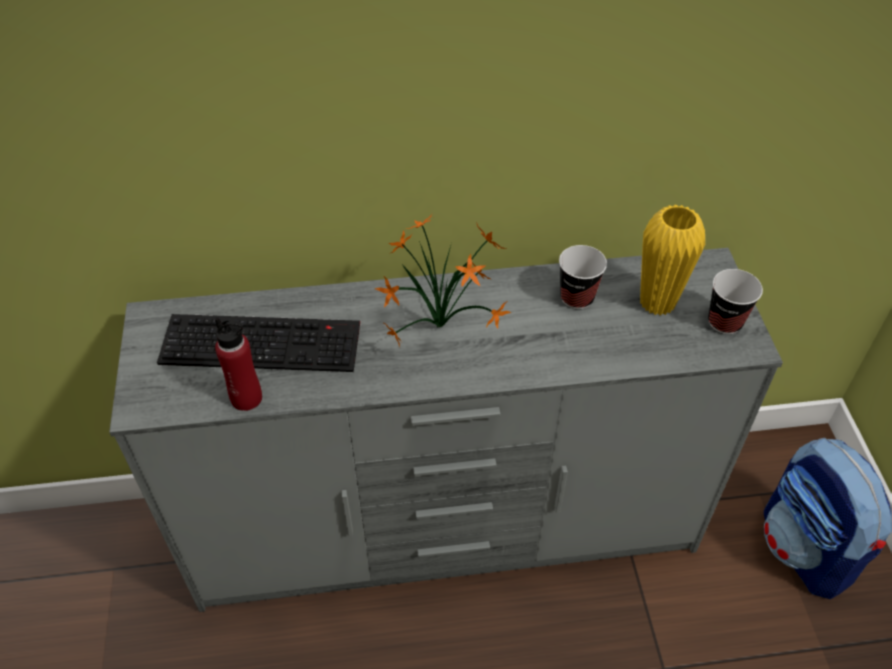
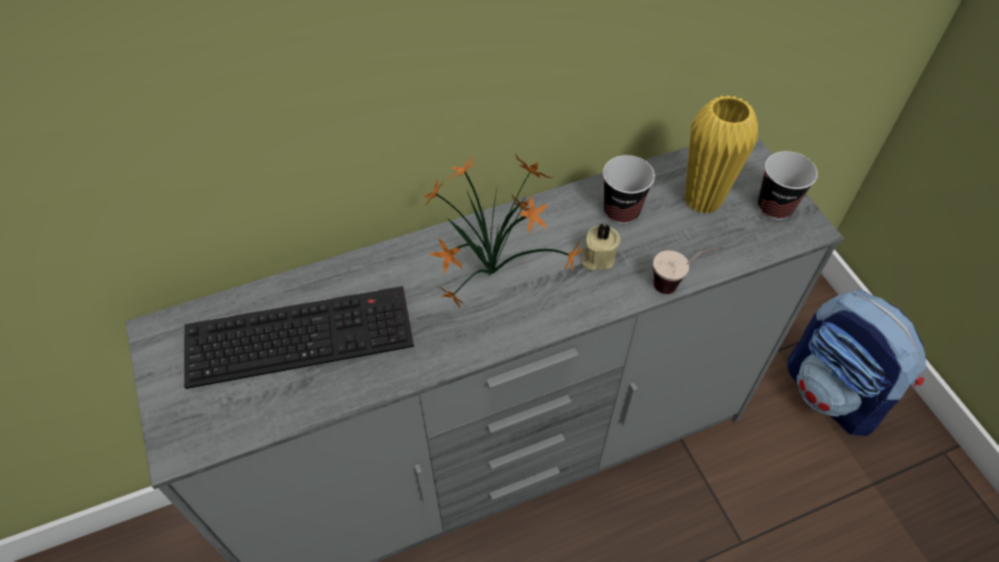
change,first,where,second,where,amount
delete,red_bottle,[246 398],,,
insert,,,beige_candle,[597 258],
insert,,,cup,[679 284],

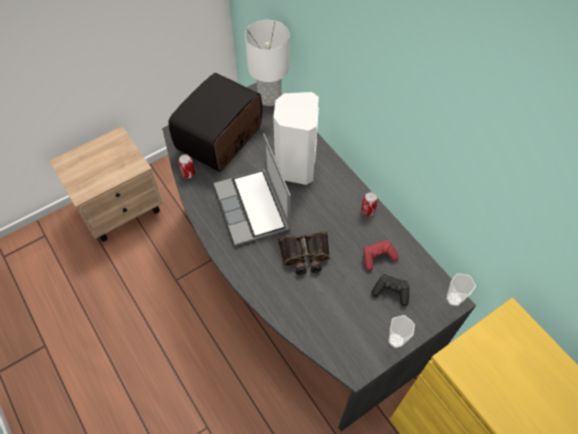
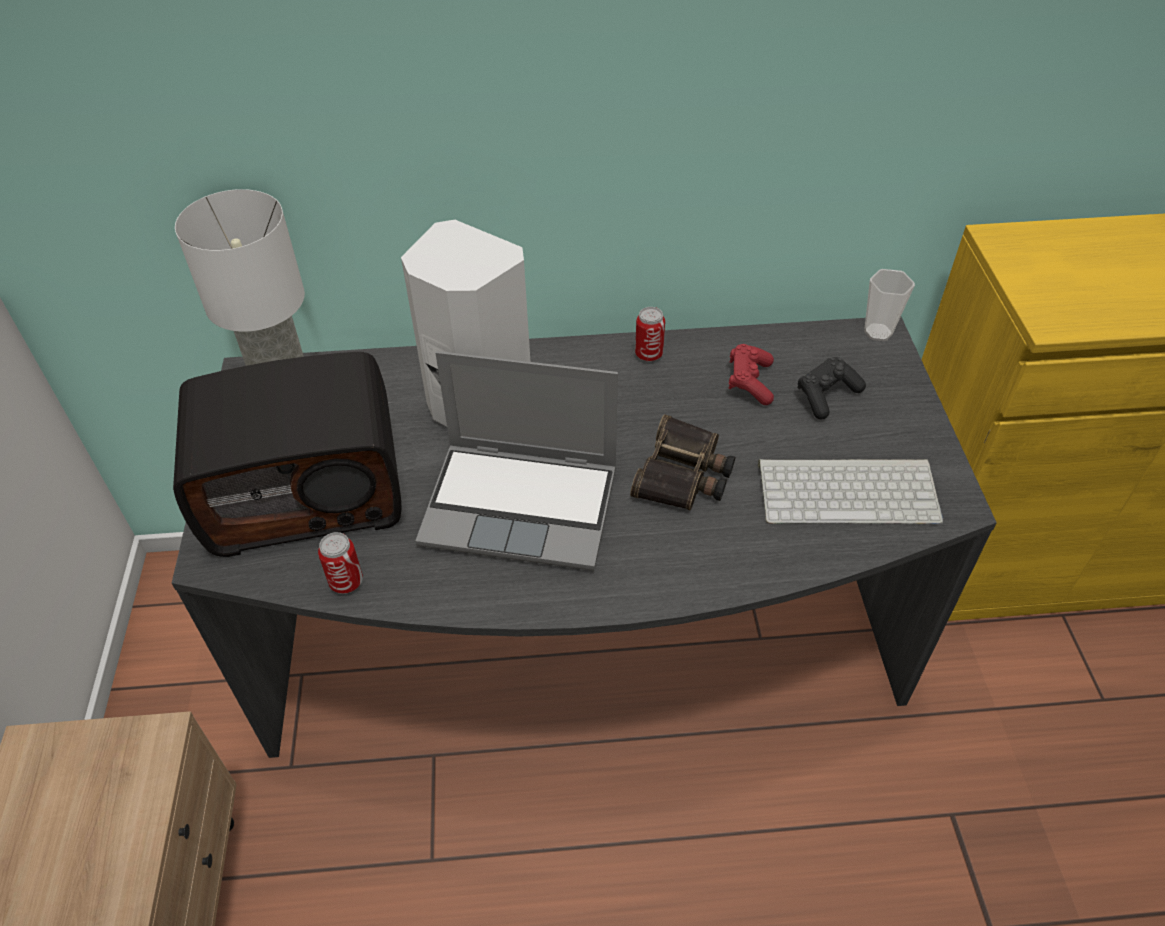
change,first,where,second,where,amount
rotate,radio,[221 139],,[306 489],75 degrees counterclockwise
delete,cup,[396 340],,,
insert,,,keyboard,[849 490],

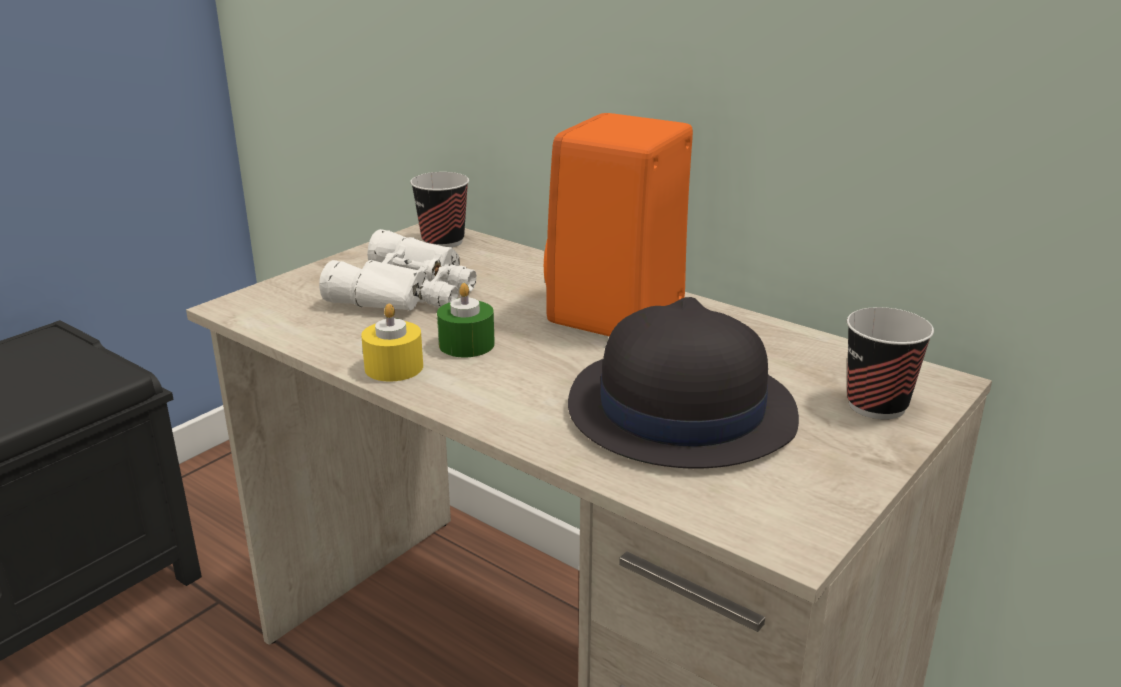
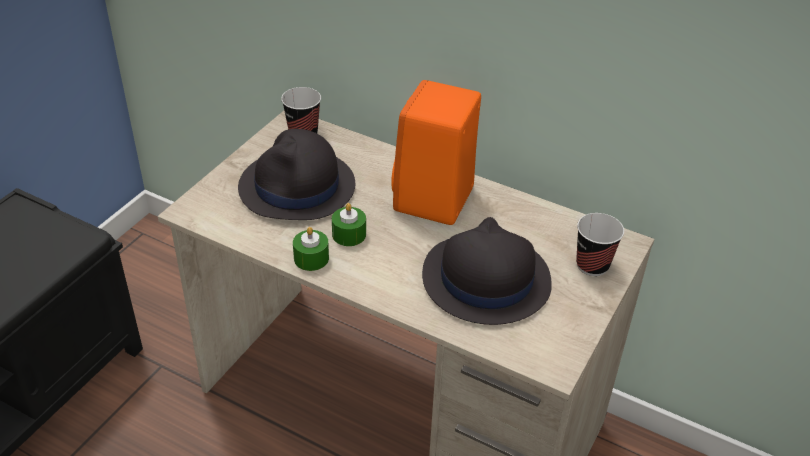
change,first,where,second,where,amount
replace,white_binoculars,[409 291],black_hat,[297 187],
recolor,yellow_candle,[394 367],green_candle,[311 258],

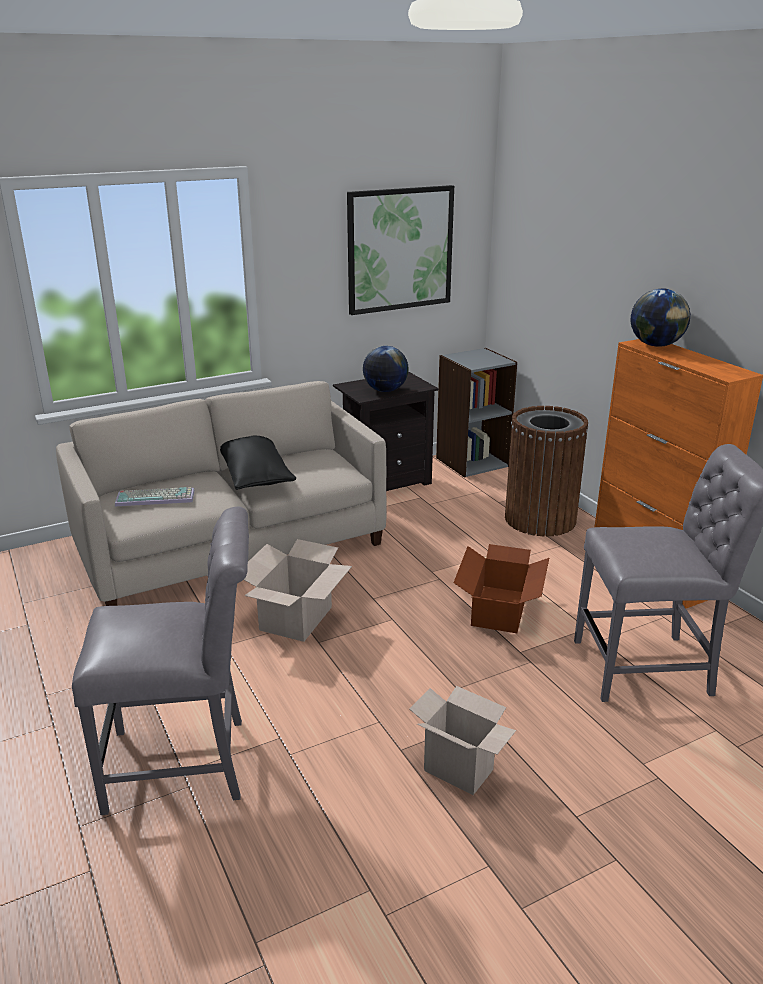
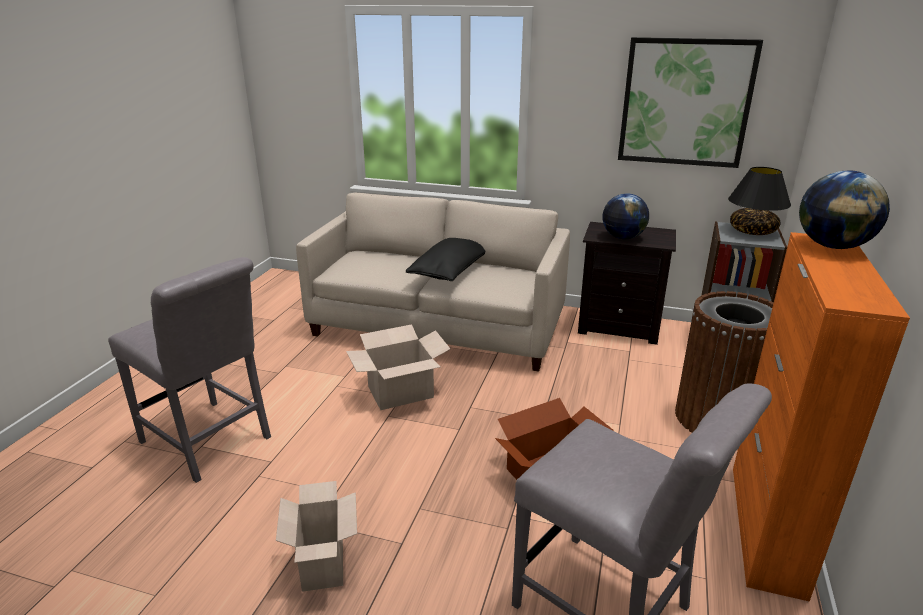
change,first,where,second,where,amount
delete,keyboard,[156 497],,,
insert,,,black_table_lamp,[753 231],

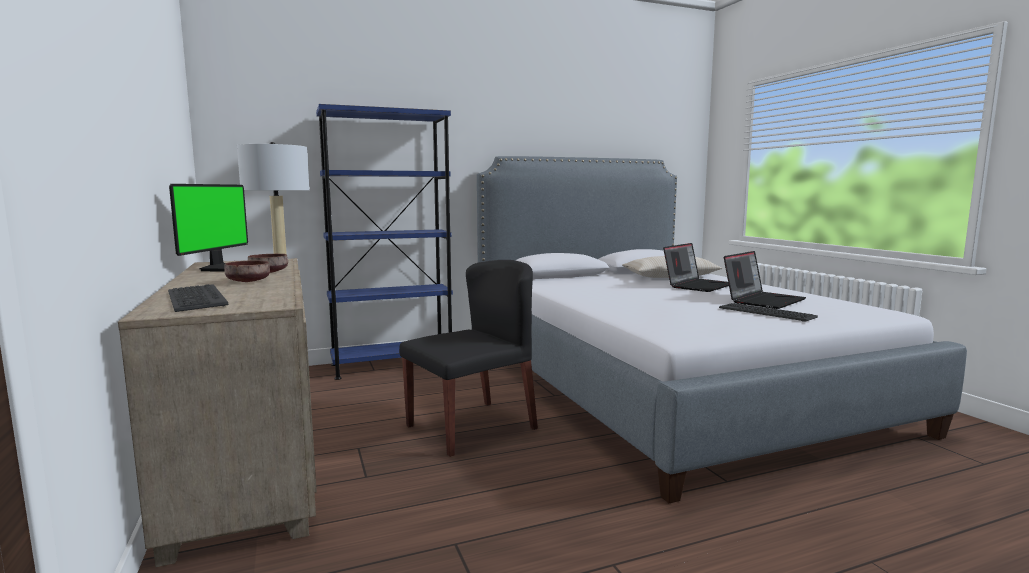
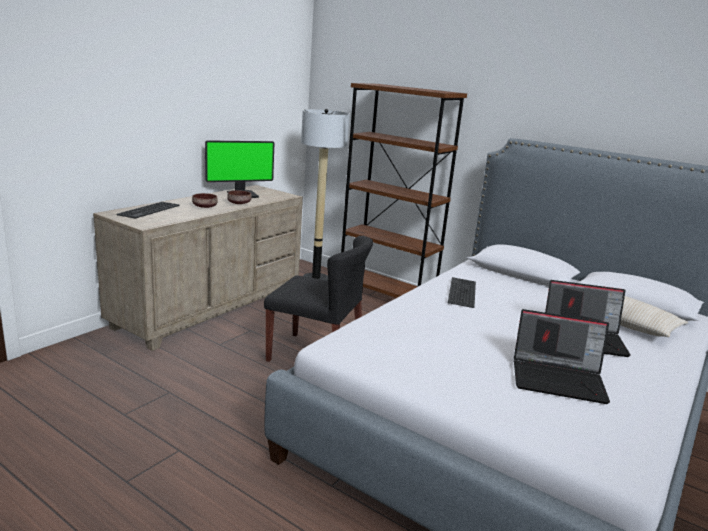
change,first,where,second,where,amount
recolor,blue_bookcase,[392 365],brown_bookcase,[386 297],
move,keyboard,[767 313],,[462 293],

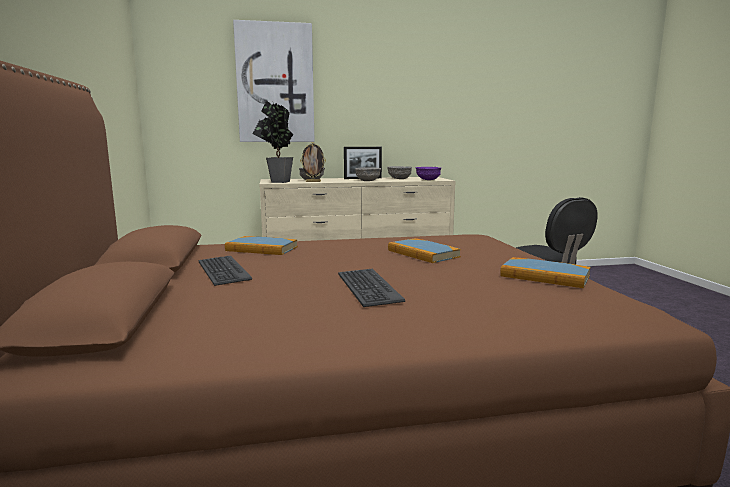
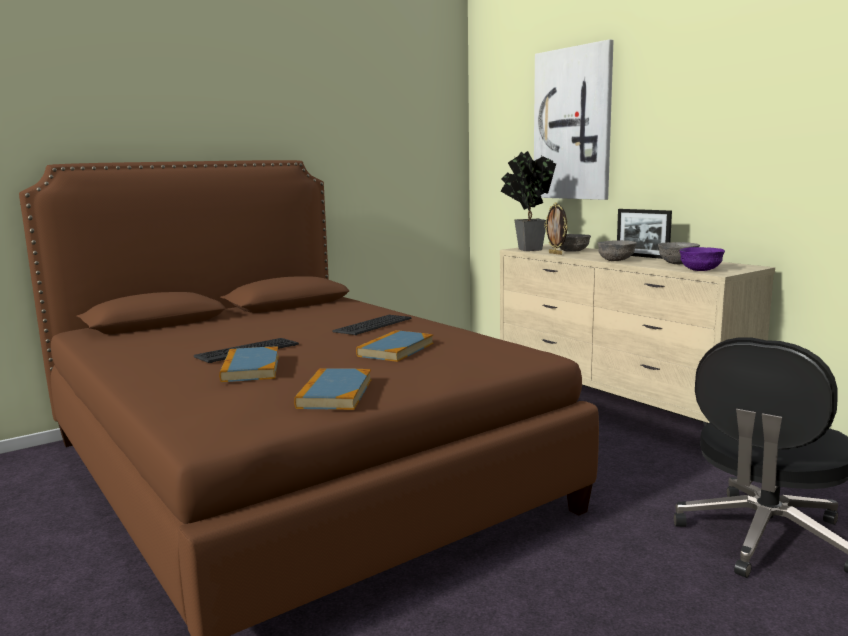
change,first,where,second,where,amount
move,book,[262 249],,[250 368],
move,keyboard,[222 270],,[372 325],

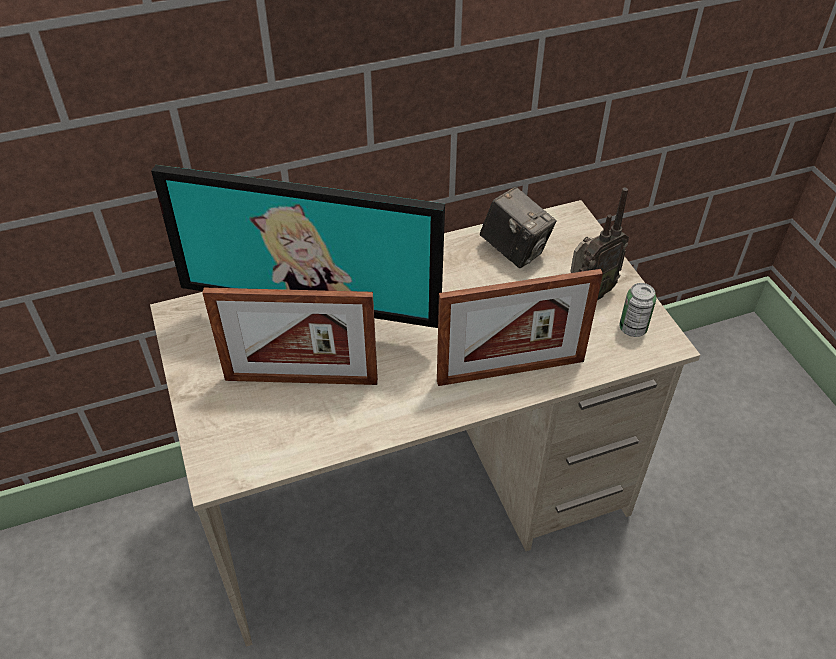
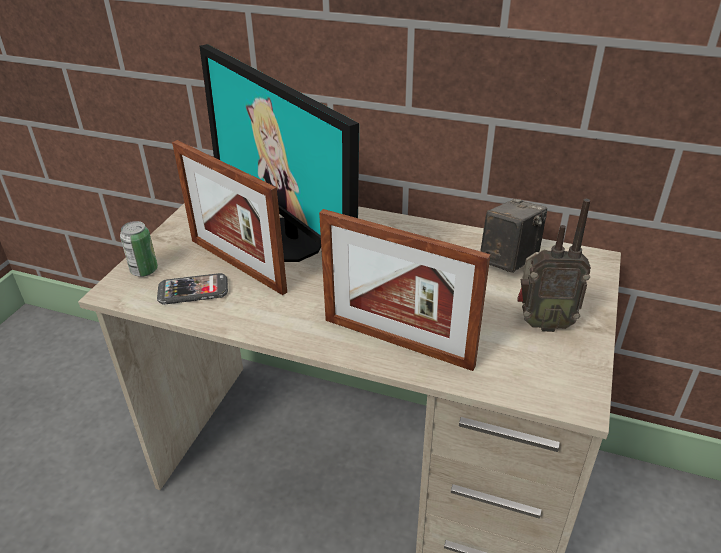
change,first,where,second,where,amount
rotate,photo_camera,[514 250],,[509 261],135 degrees counterclockwise
move,can,[632 328],,[144 270],
insert,,,phone,[193 291],

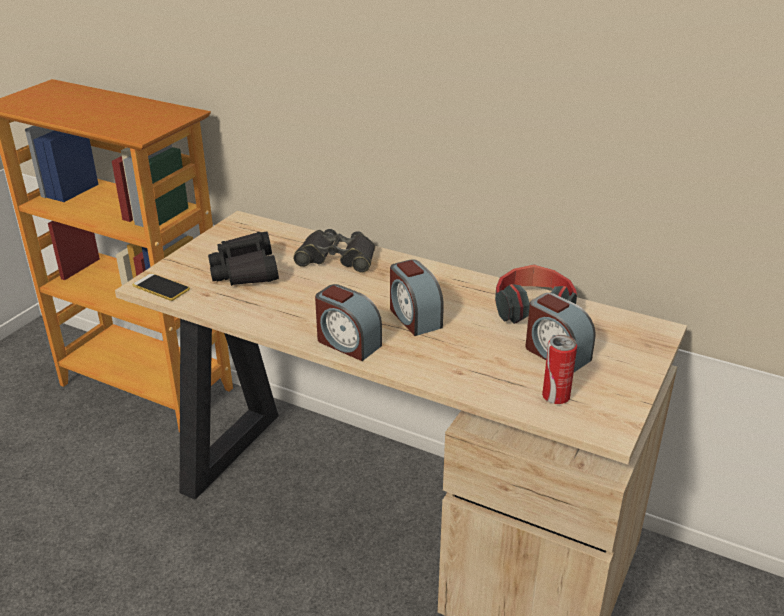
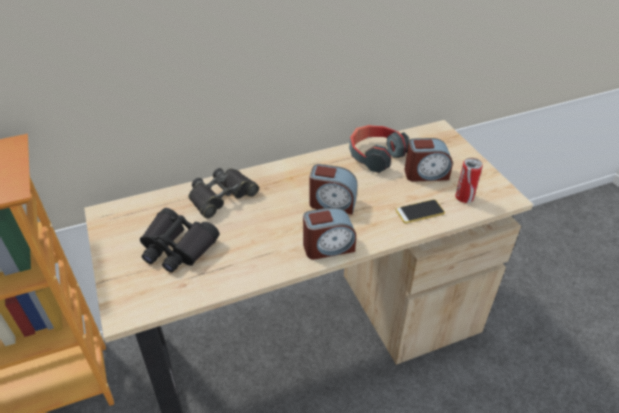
change,first,where,second,where,amount
move,phone,[161 288],,[420 212],

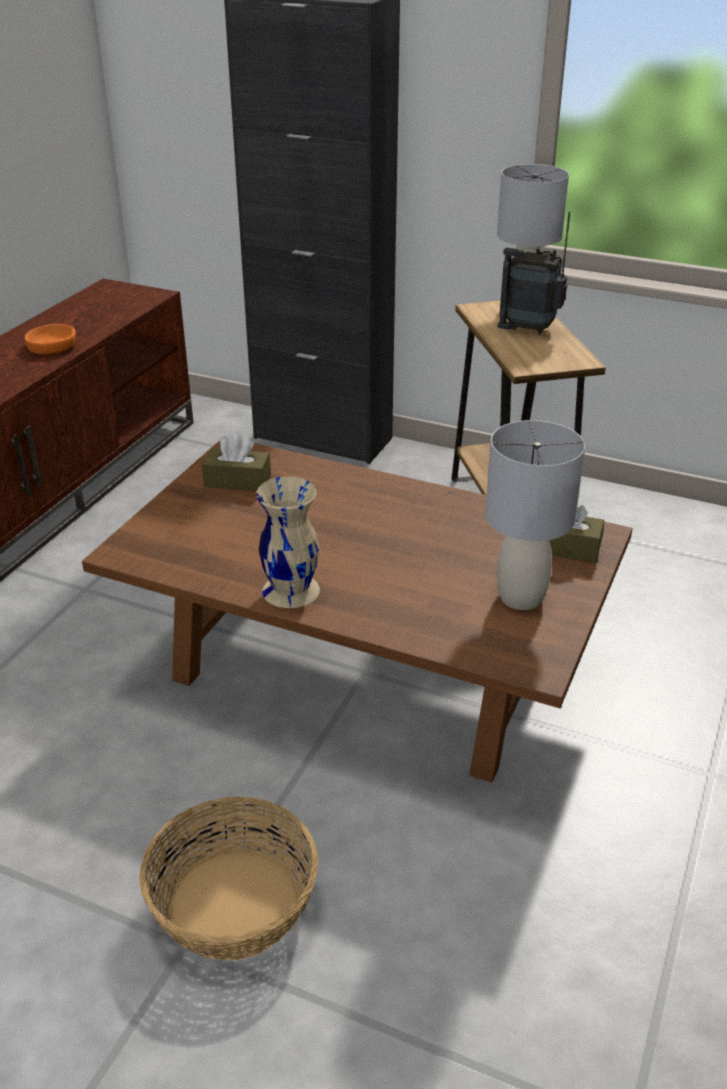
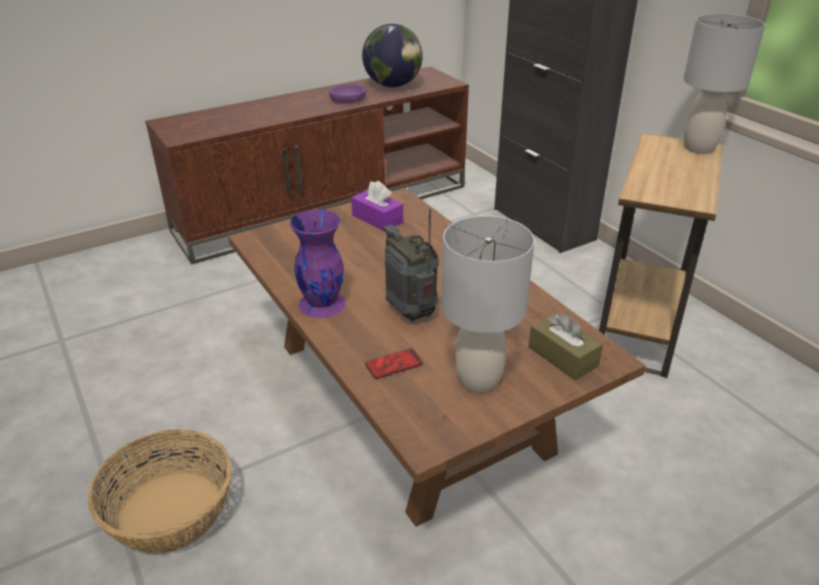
change,first,where,second,where,amount
move,radio,[530 330],,[411 313],
recolor,orange_bowl,[52 346],purple_bowl,[347 99],
recolor,brown_tissue_box,[237 481],purple_tissue_box,[377 219],
recolor,beige_vase,[290 589],purple_vase,[322 303],
insert,,,globe,[392 85],
insert,,,phone,[394 364],

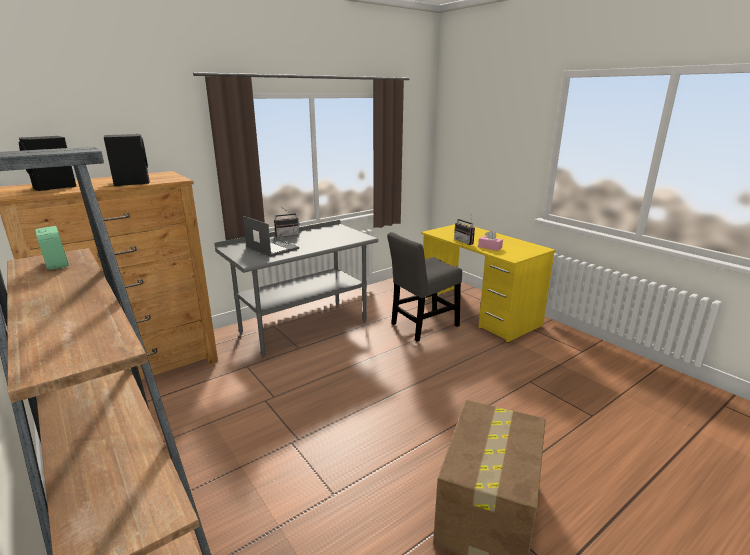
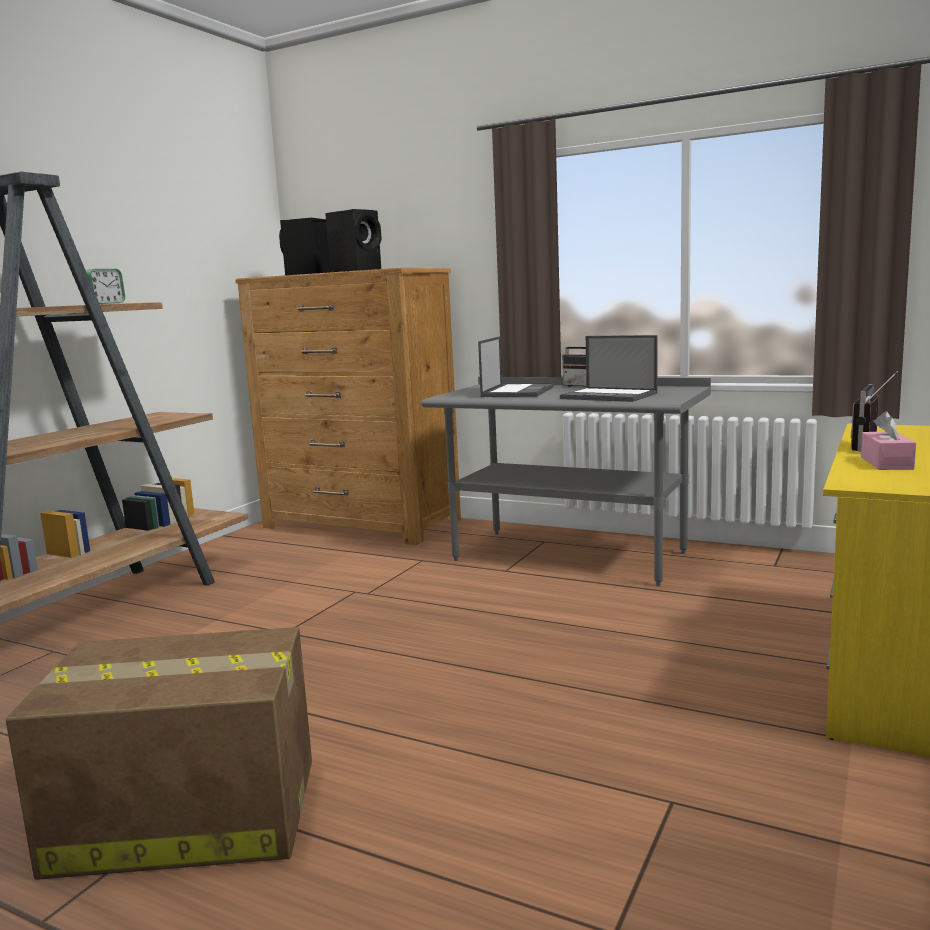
change,first,where,second,where,amount
delete,grey_chair,[422 326],,,
insert,,,laptop,[610 396],

